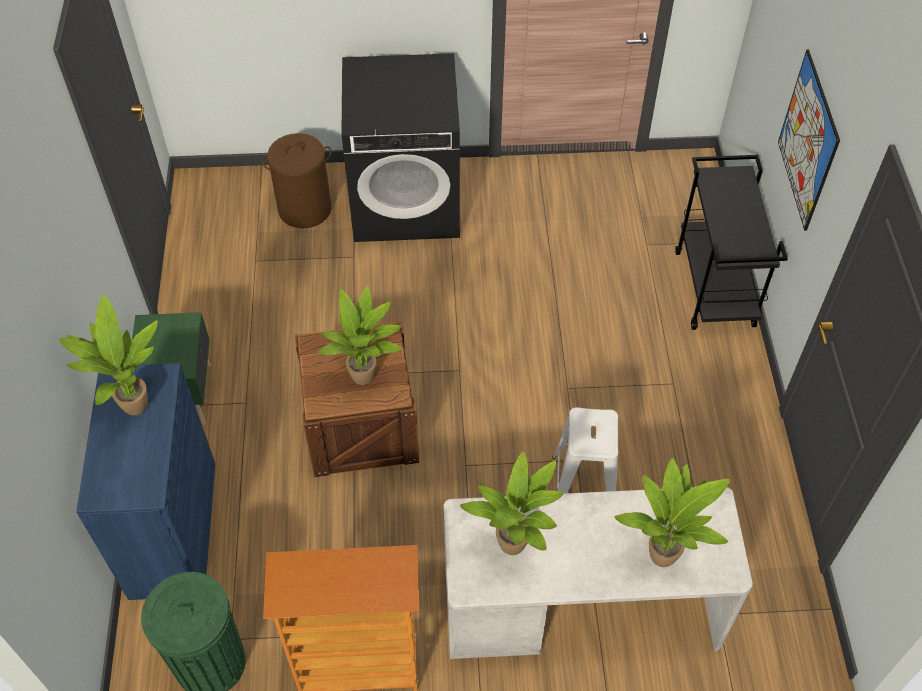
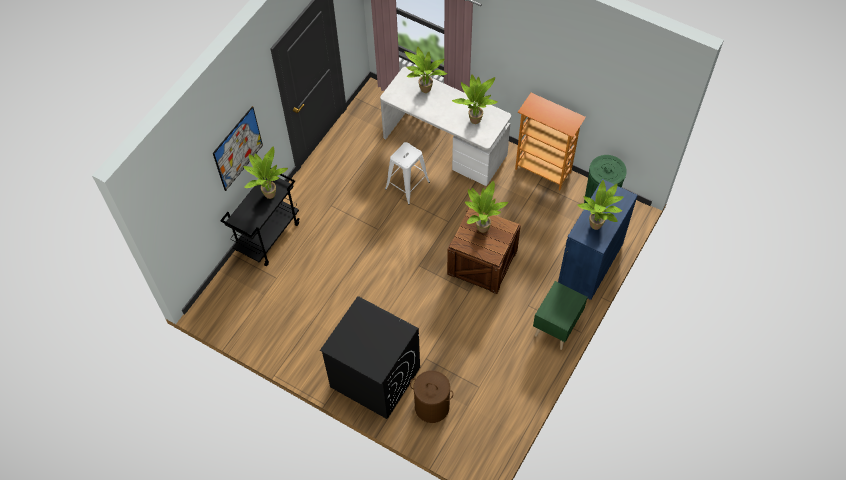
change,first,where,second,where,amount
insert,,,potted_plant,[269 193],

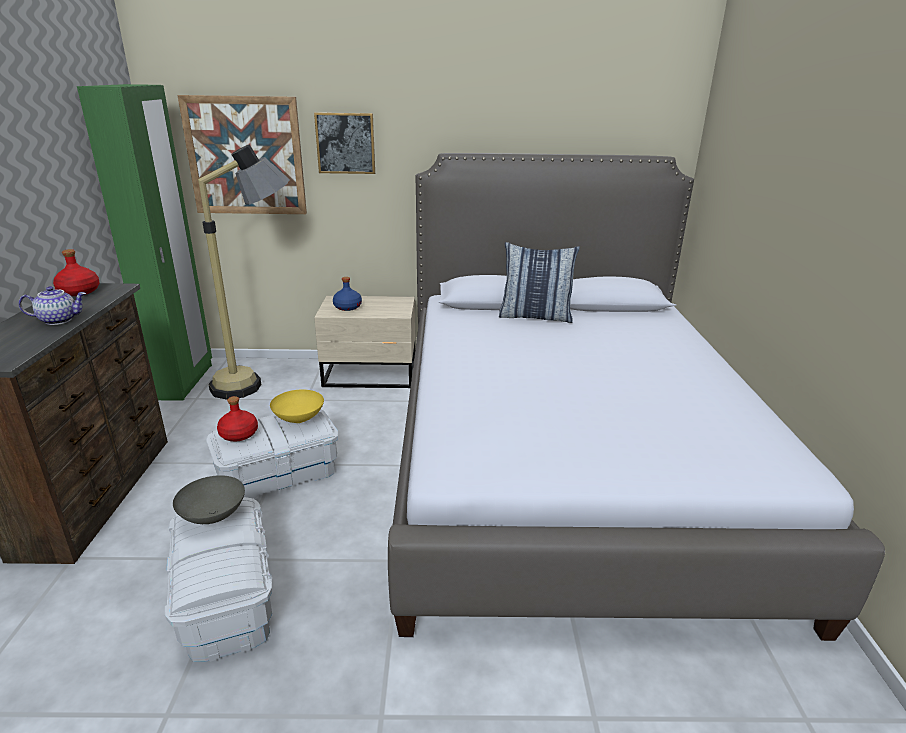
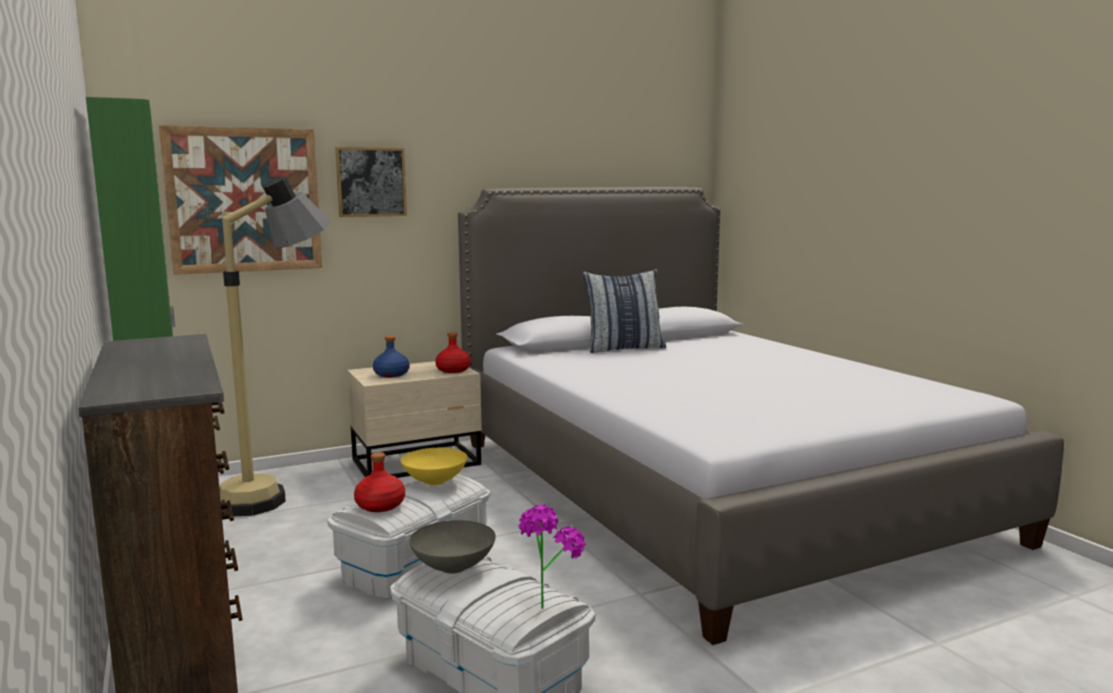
change,first,where,second,where,amount
move,red_bottle,[79 292],,[453 370],
delete,teapot,[59 320],,,
insert,,,potted_plant,[547 602],

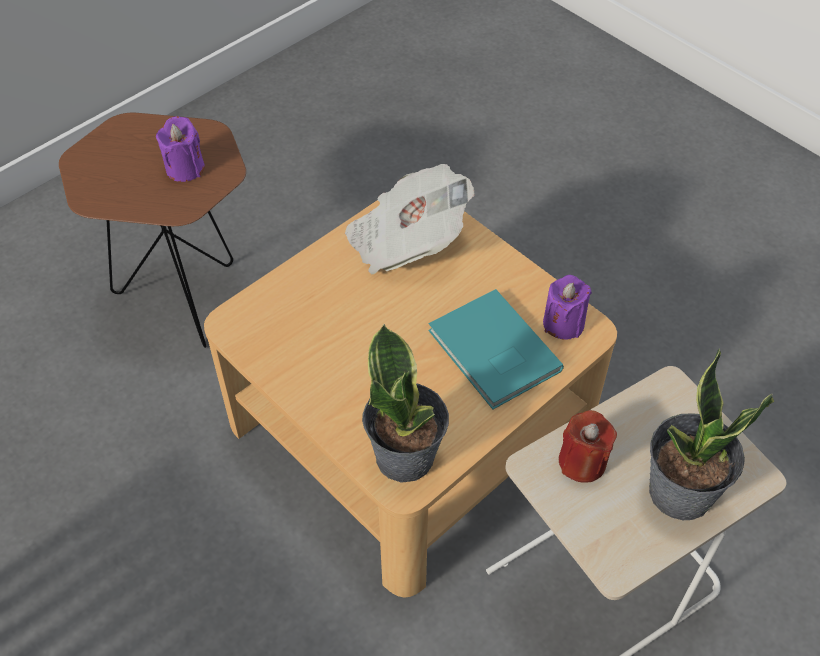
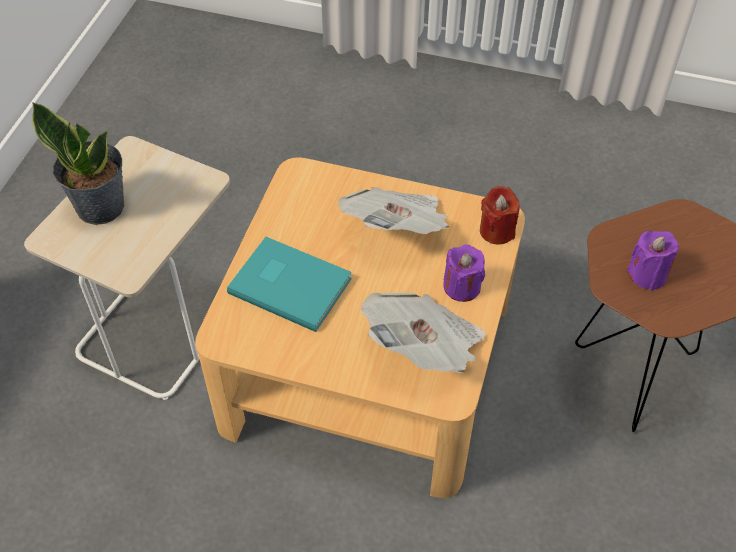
change,first,where,second,where,amount
move,purple_candle,[563 323],,[462 287],
delete,potted_plant,[406 456],,,
move,red_candle,[582 462],,[497 231],
insert,,,newspaper,[397 229],

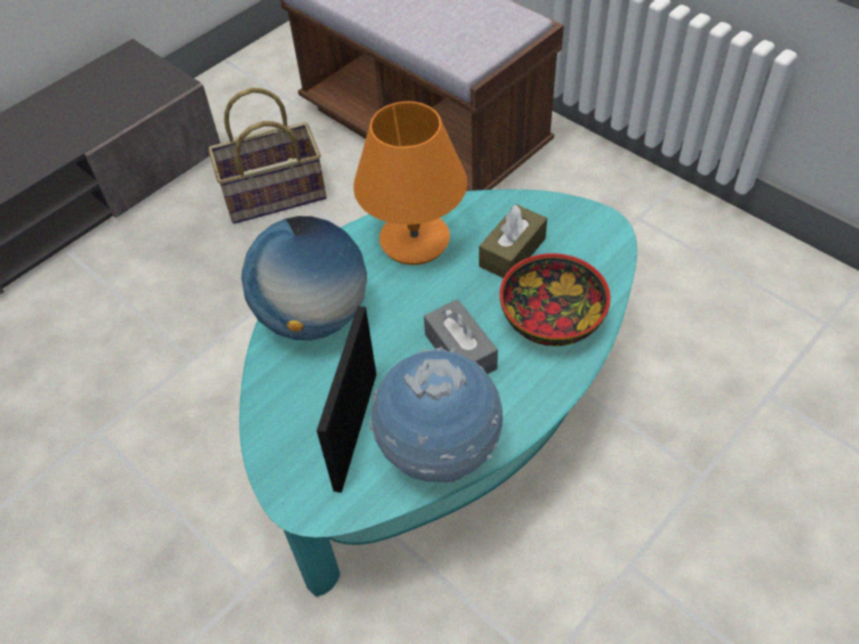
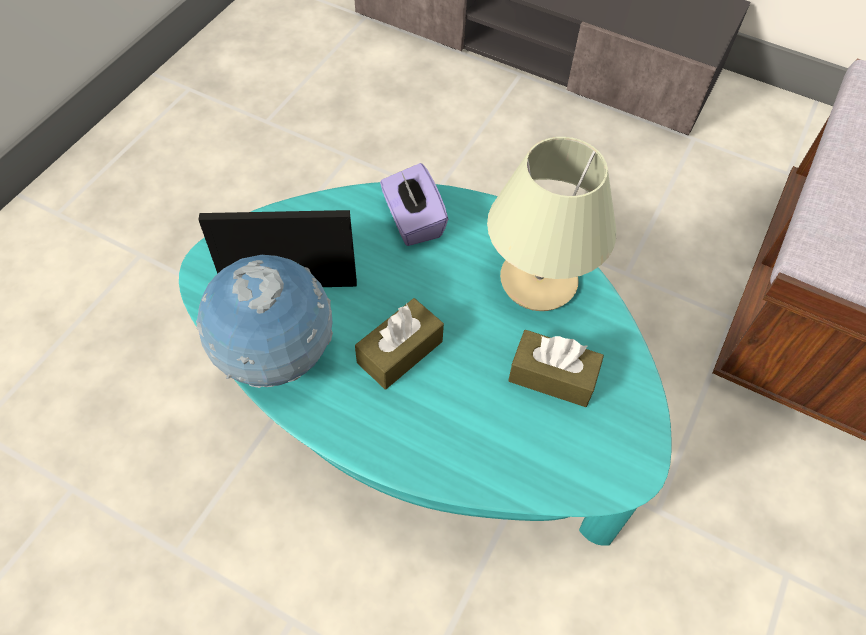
change,first,where,second,where,amount
delete,basket,[274 196],,,
recolor,orange_table_lamp,[414 240],beige_table_lamp,[538 280],
replace,globe,[314 316],purple_tissue_box,[412 221],
delete,bowl,[550 318],,,
recolor,grey_tissue_box,[460 351],brown_tissue_box,[400 352],

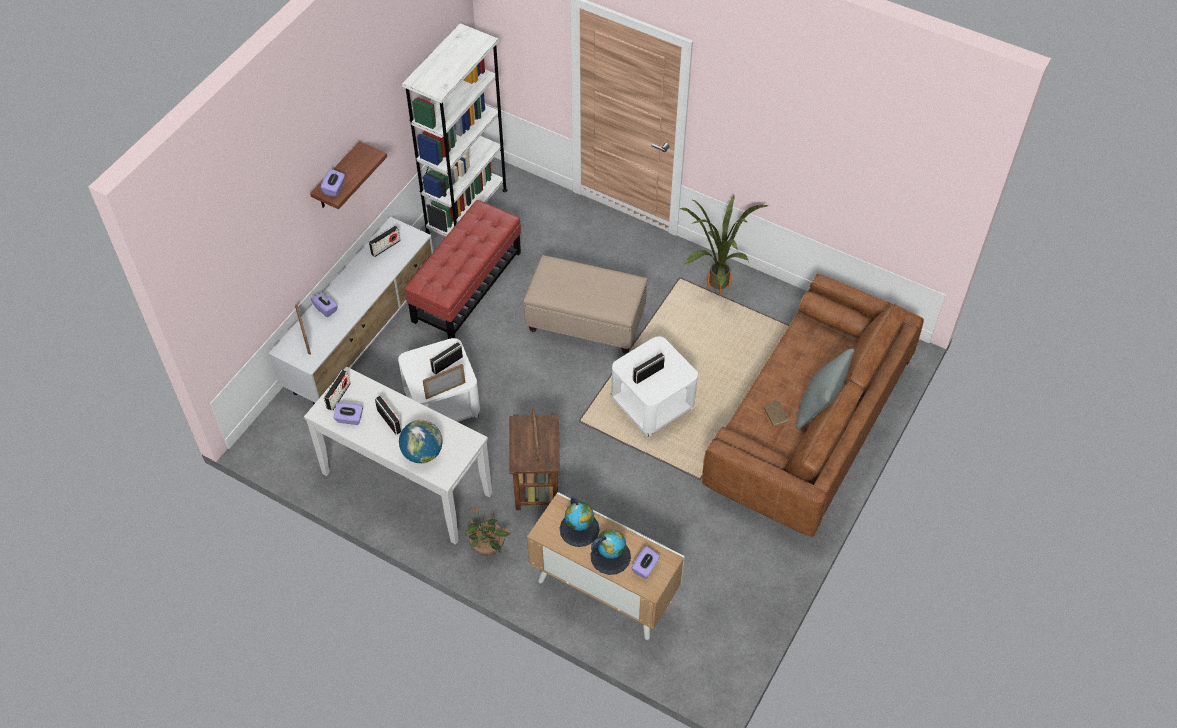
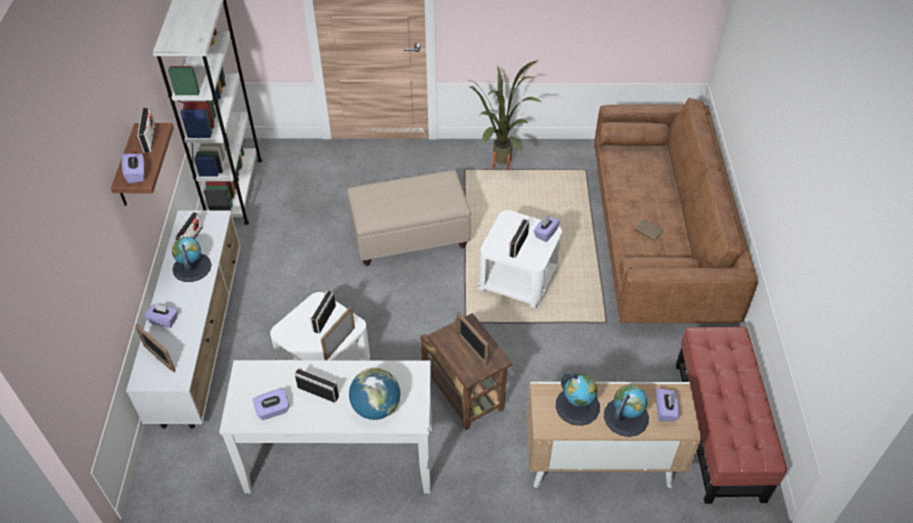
change,first,where,second,where,amount
move,red_ottoman,[467 286],,[719 430],
delete,grey_pillow,[819 408],,,
move,radio,[338 396],,[149 138],
delete,potted_plant,[488 547],,,
insert,,,purple_tissue_box,[545 233],
insert,,,globe,[192 267],

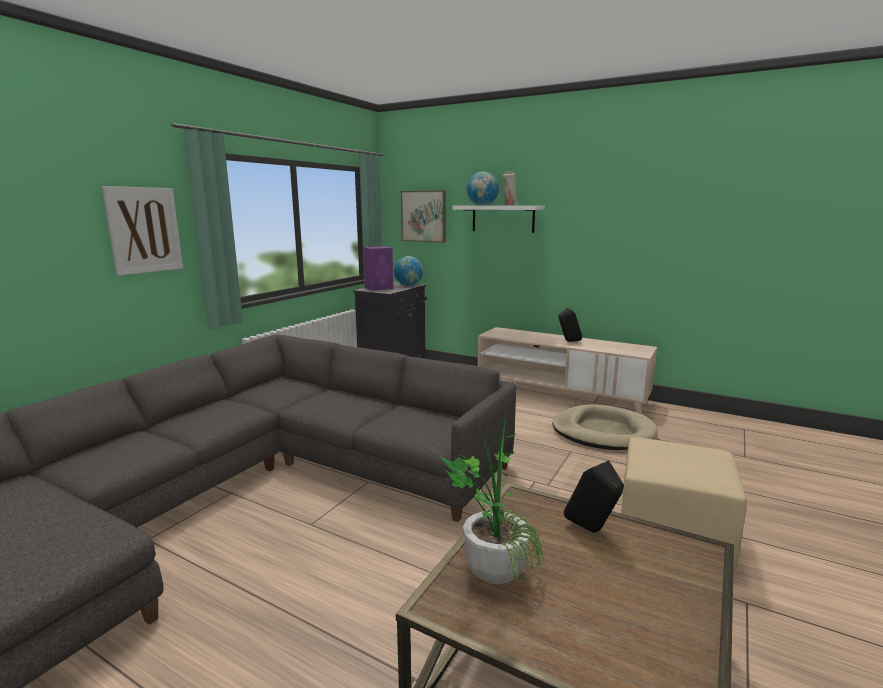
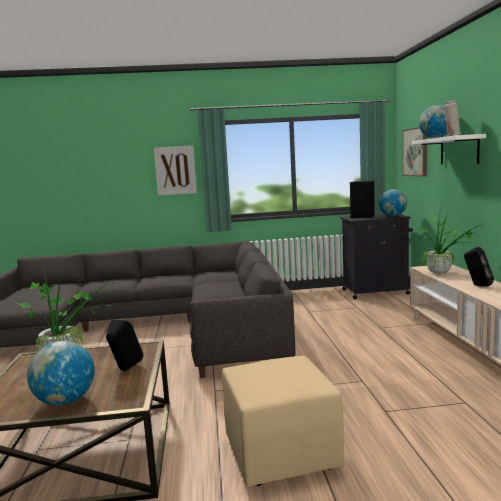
change,first,where,second,where,amount
recolor,purple_speaker,[379 288],black_speaker,[363 216],
delete,beige_dog_bed,[603 432],,,
insert,,,potted_plant,[444 273],
insert,,,globe,[65 401],

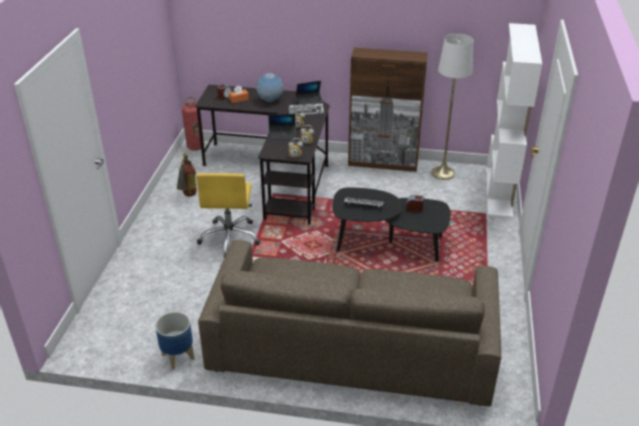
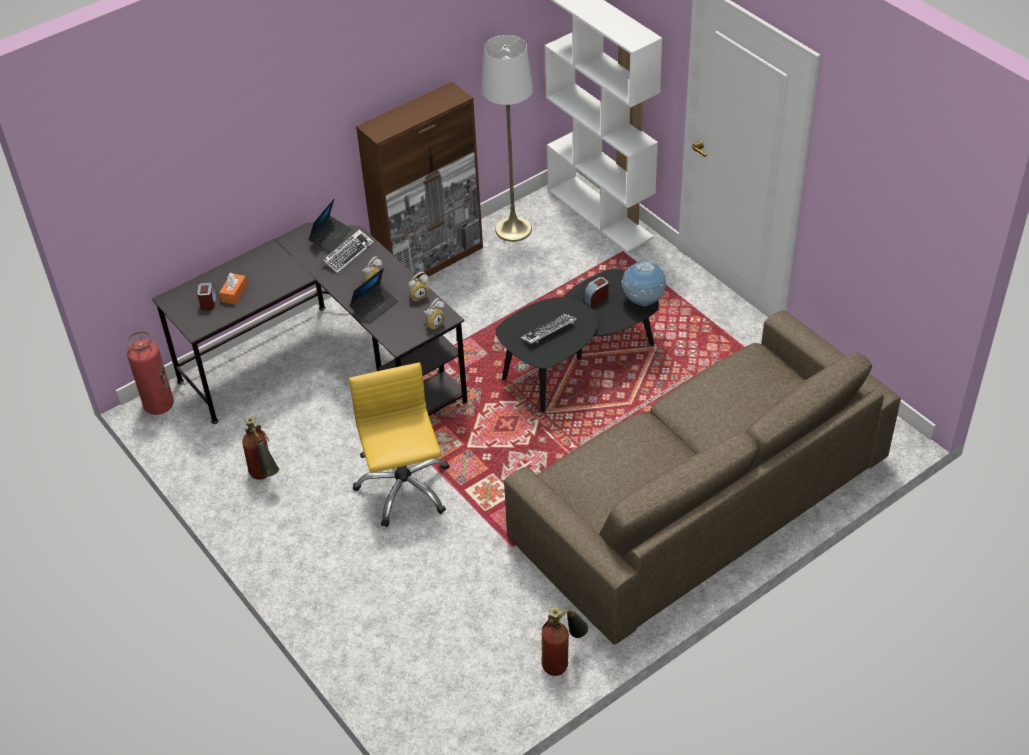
change,first,where,second,where,amount
move,globe,[270 100],,[643 301],
rotate,yellow_office_chair,[230 238],,[404 488],150 degrees counterclockwise
replace,planter,[177 357],fire_extinguisher,[563 660],

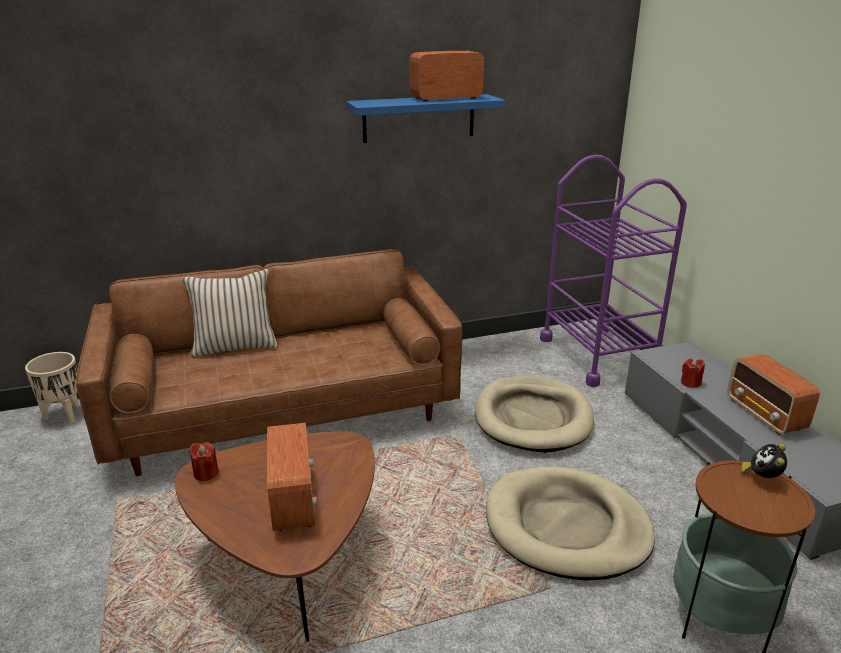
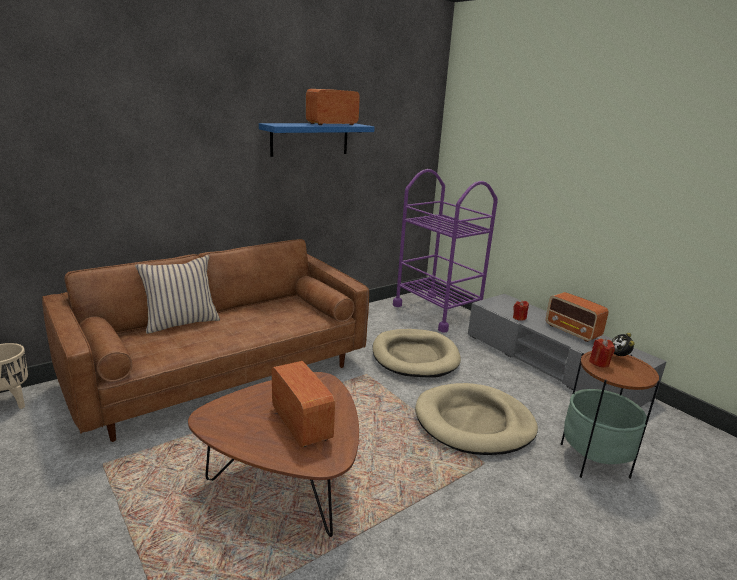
change,first,where,second,where,amount
move,red_candle,[206 473],,[599 363],

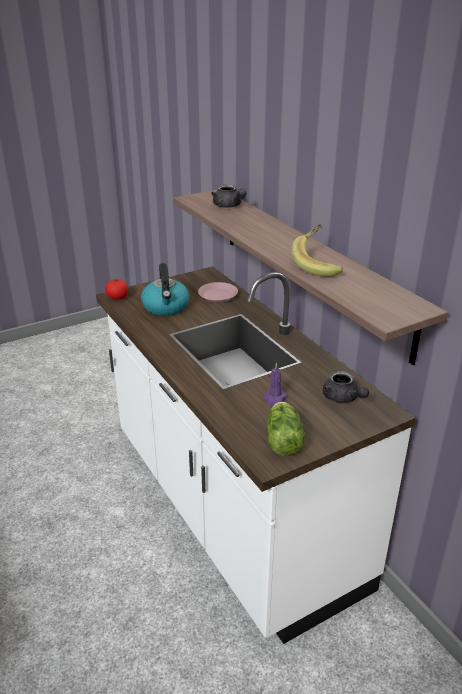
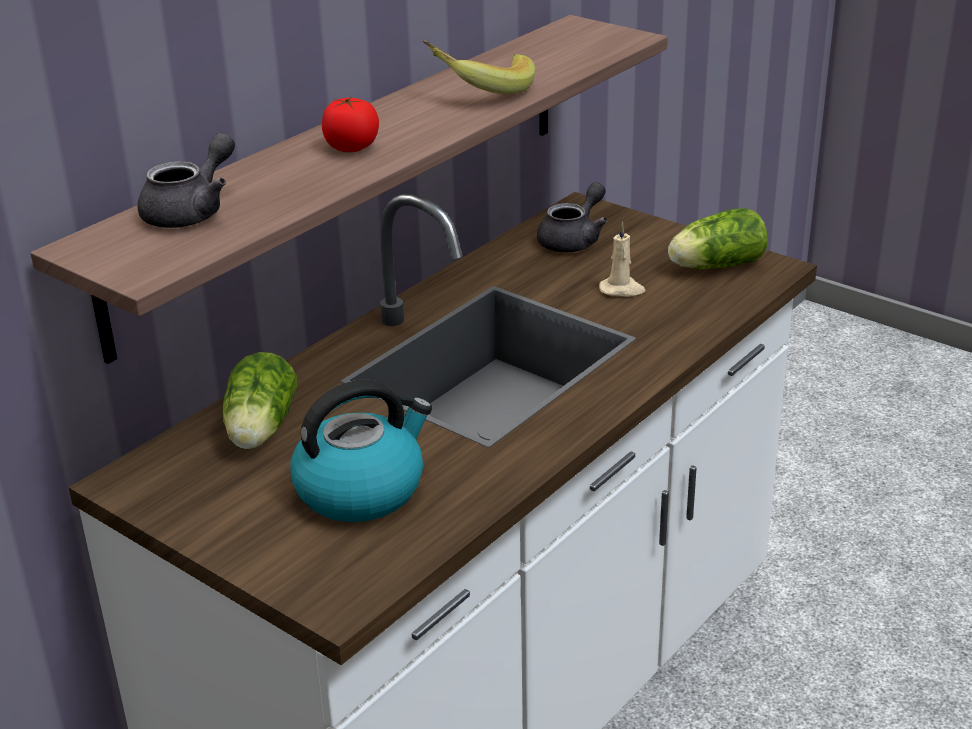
change,first,where,second,where,amount
move,tomato,[117 297],,[352 147],
replace,pink_plate,[218 295],lettuce,[259 431],
recolor,purple_candle,[274 398],beige_candle,[622 289],

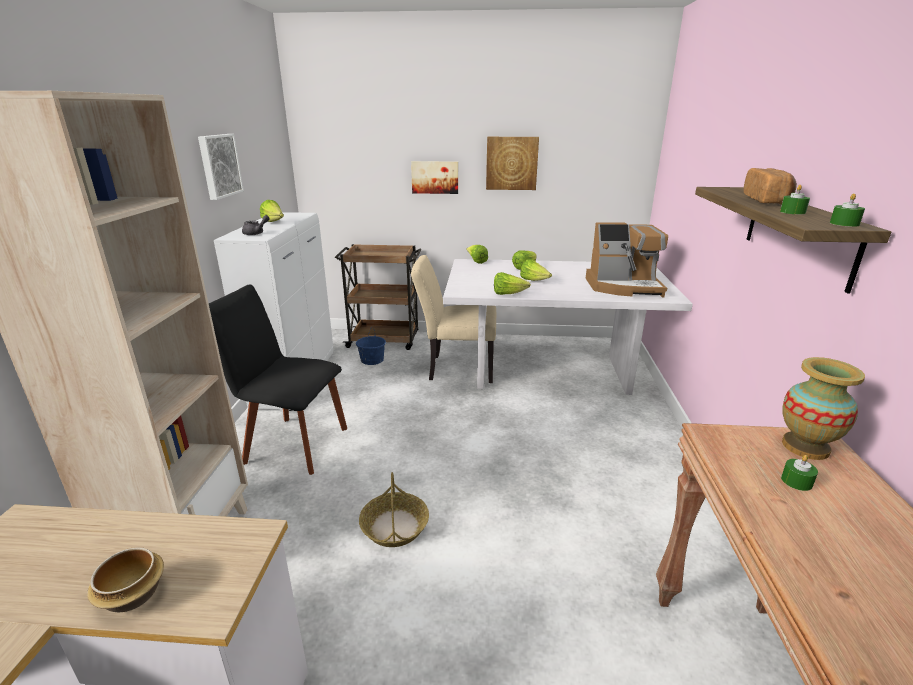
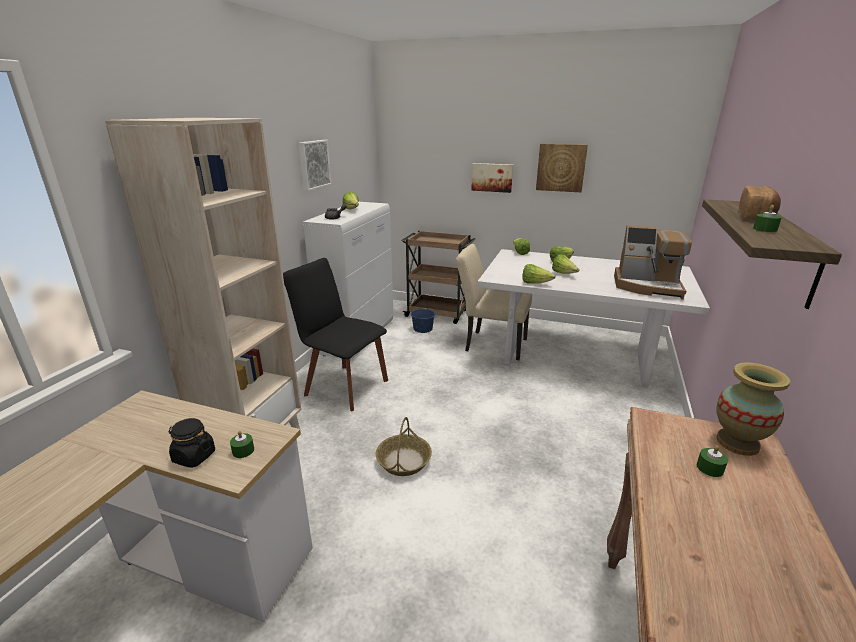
change,first,where,second,where,amount
move,green_candle,[844 223],,[243 451],
replace,bowl,[135 595],black_jar,[194 456],

